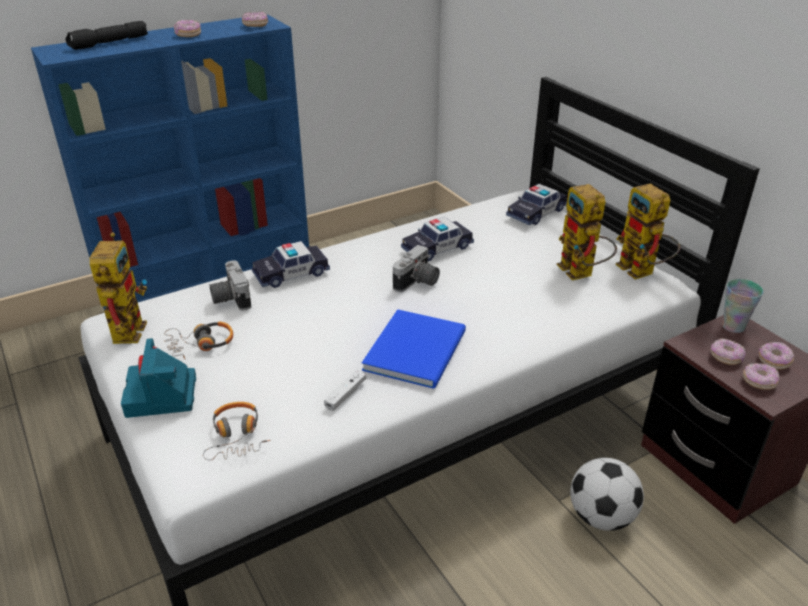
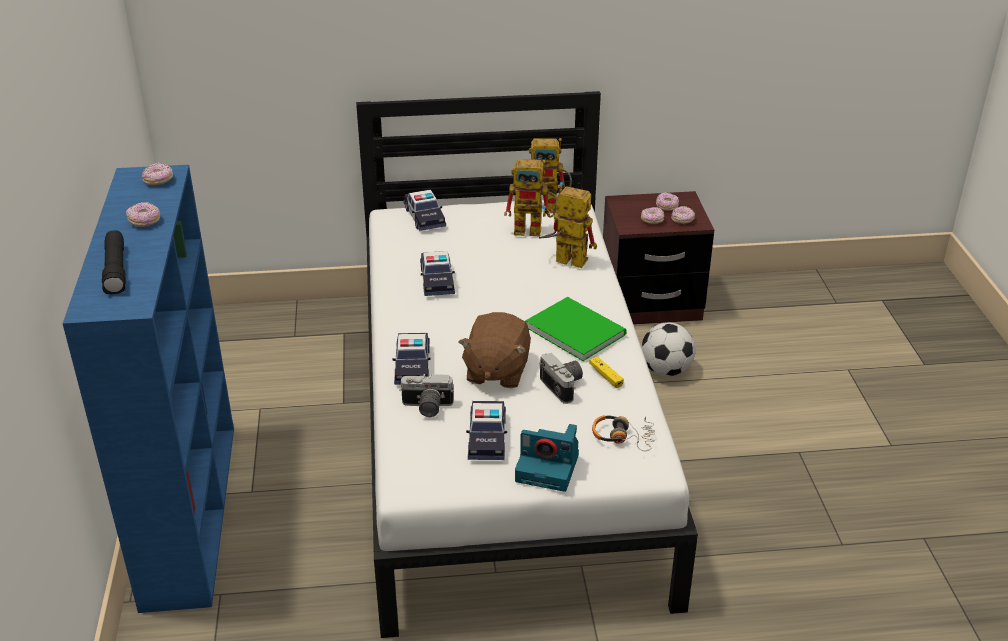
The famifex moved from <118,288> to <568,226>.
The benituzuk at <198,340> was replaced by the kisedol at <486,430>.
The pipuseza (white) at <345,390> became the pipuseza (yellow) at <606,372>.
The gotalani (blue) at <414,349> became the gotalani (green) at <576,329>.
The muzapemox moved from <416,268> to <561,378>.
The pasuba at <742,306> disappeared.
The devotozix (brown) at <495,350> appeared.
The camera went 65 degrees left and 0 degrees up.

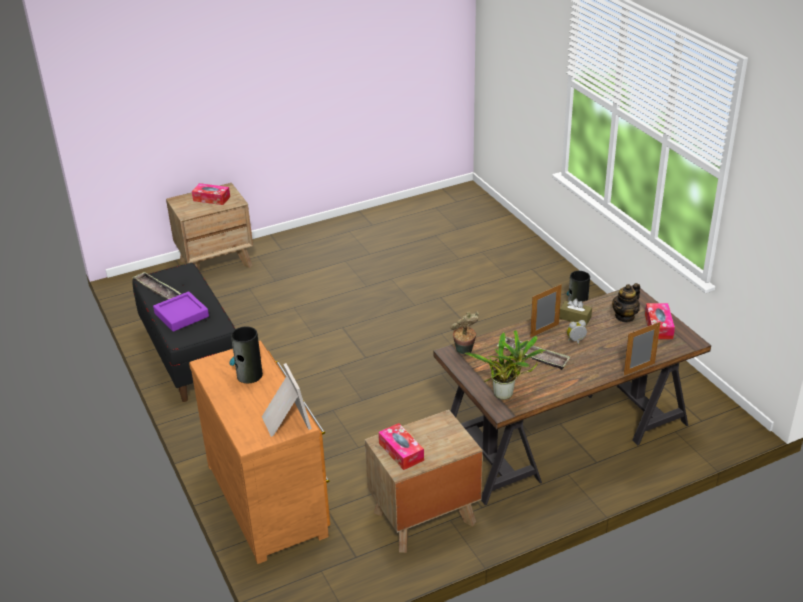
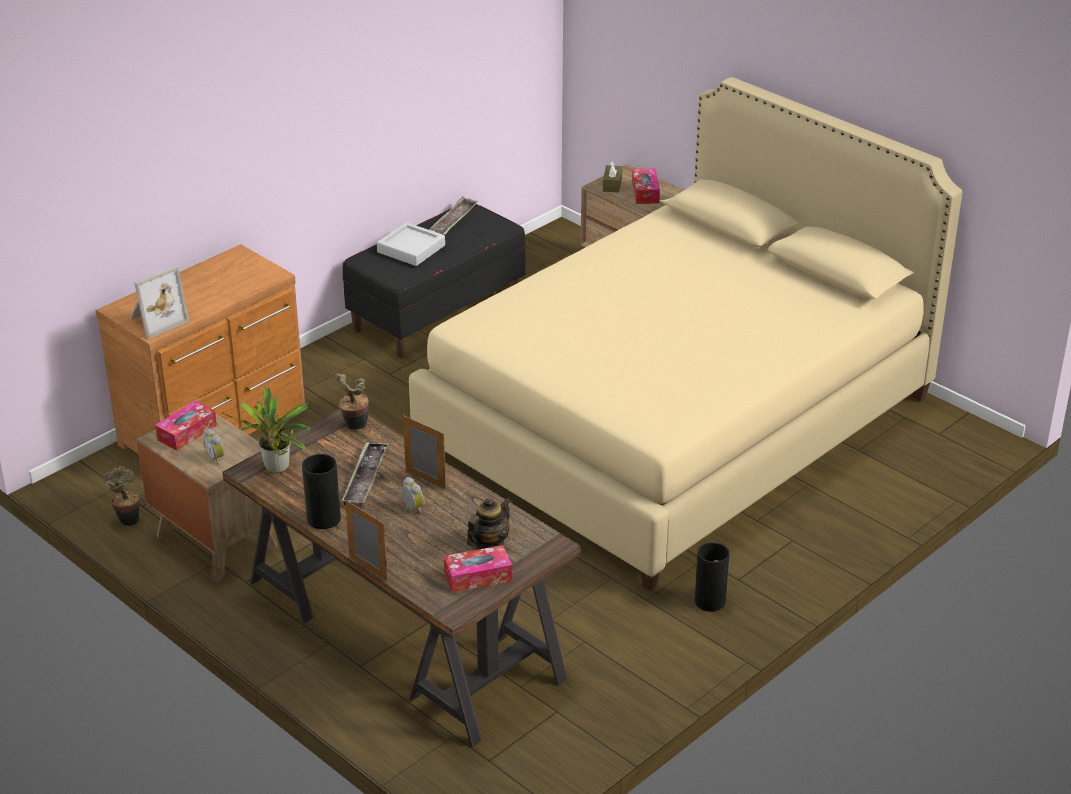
The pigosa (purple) at <181,311> became the pigosa (grey) at <411,244>.
The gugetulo moved from <246,354> to <321,491>.
The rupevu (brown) moved from <575,311> to <612,177>.
The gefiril at <626,303> turned 105 degrees clockwise.
The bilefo at <122,496> appeared.
The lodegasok at <214,446> appeared.
The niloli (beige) at <685,334> appeared.
The camera went 70 degrees right and 0 degrees up.

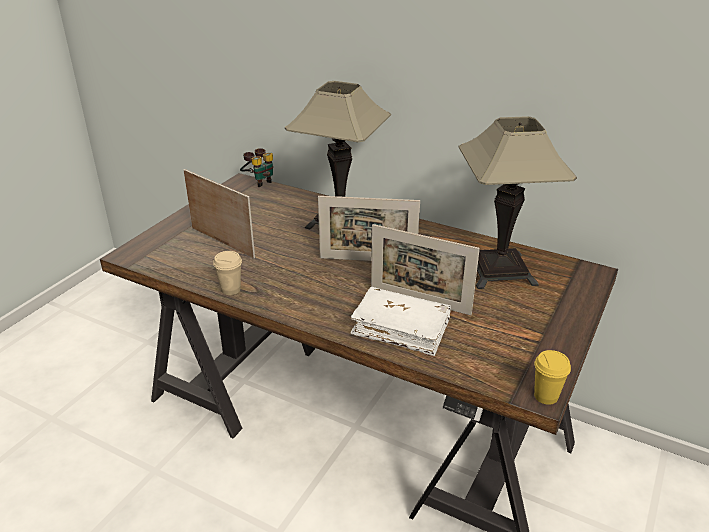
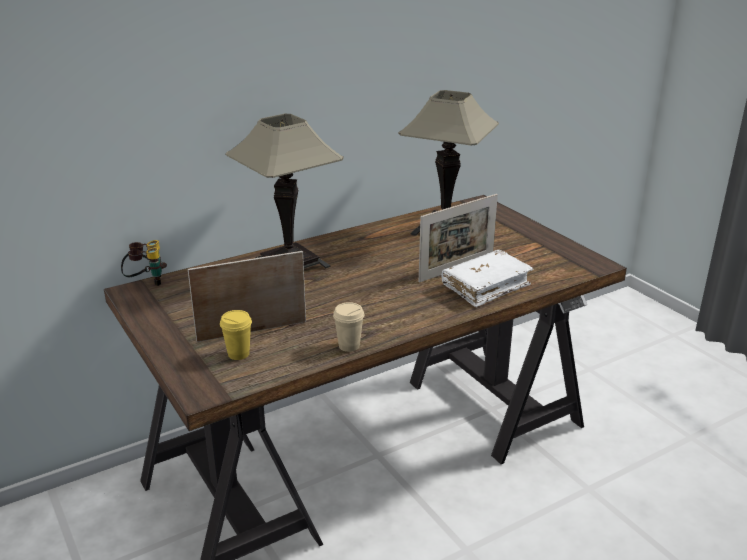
The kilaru at <369,228> disappeared.
The pasuba (yellow) moved from <552,377> to <236,335>.
The camera went 60 degrees left and 5 degrees down.

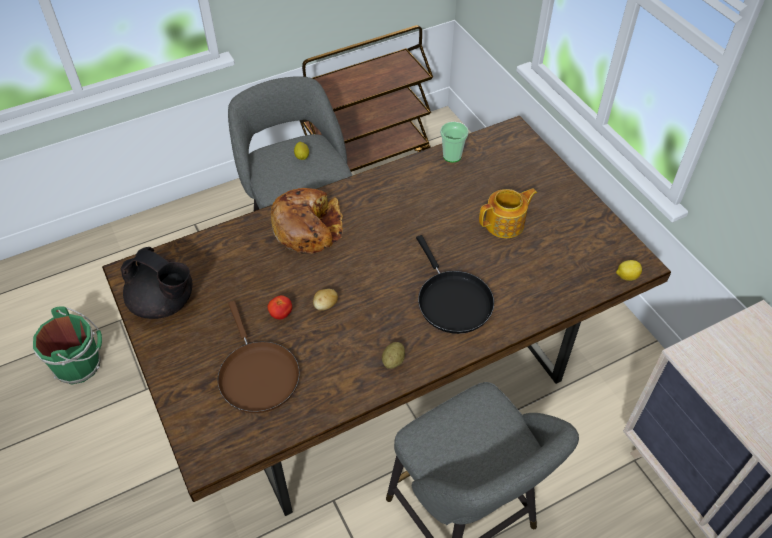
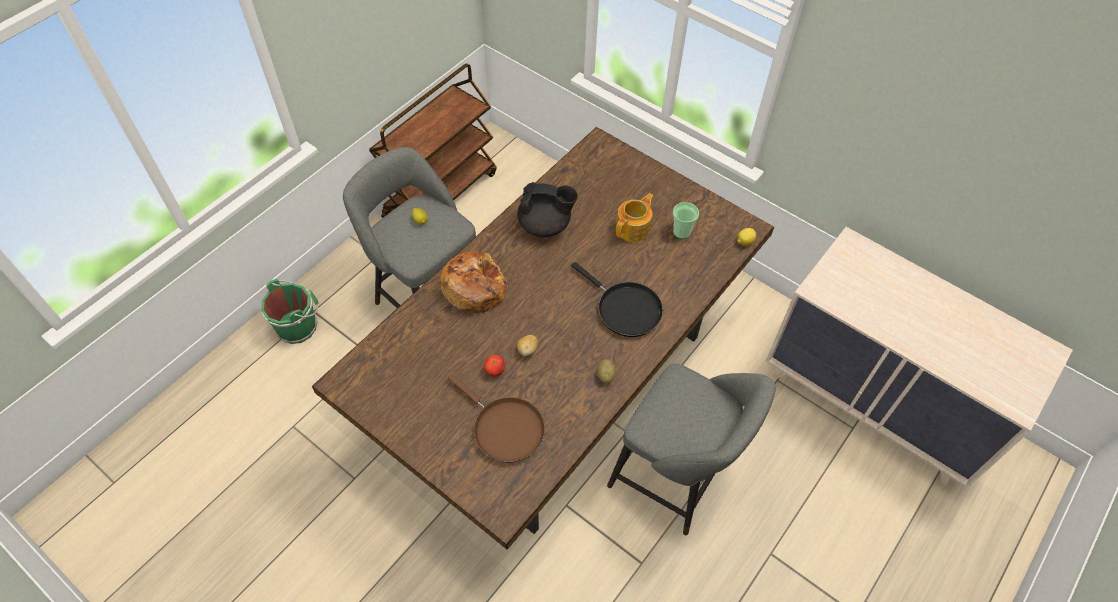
The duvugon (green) moved from <67,345> to <289,311>.
The gefiril (black) moved from <156,283> to <547,209>.
The pasuba moved from <454,142> to <686,220>.
The camera went 25 degrees left and 5 degrees up.

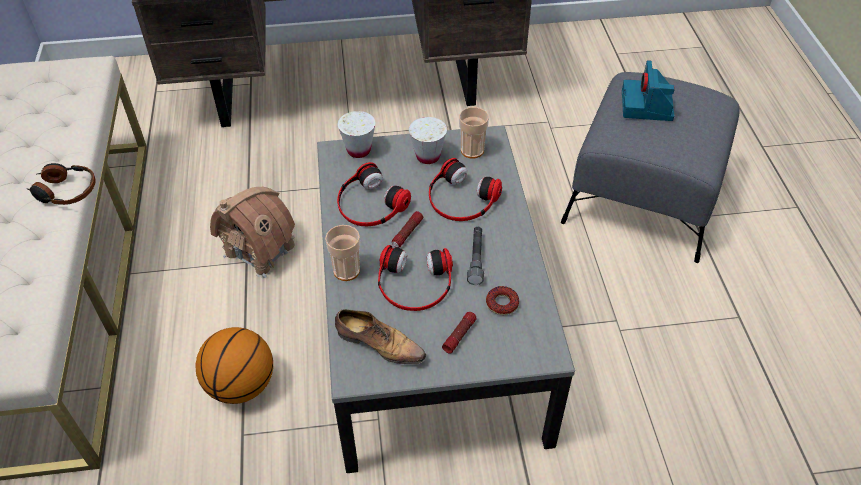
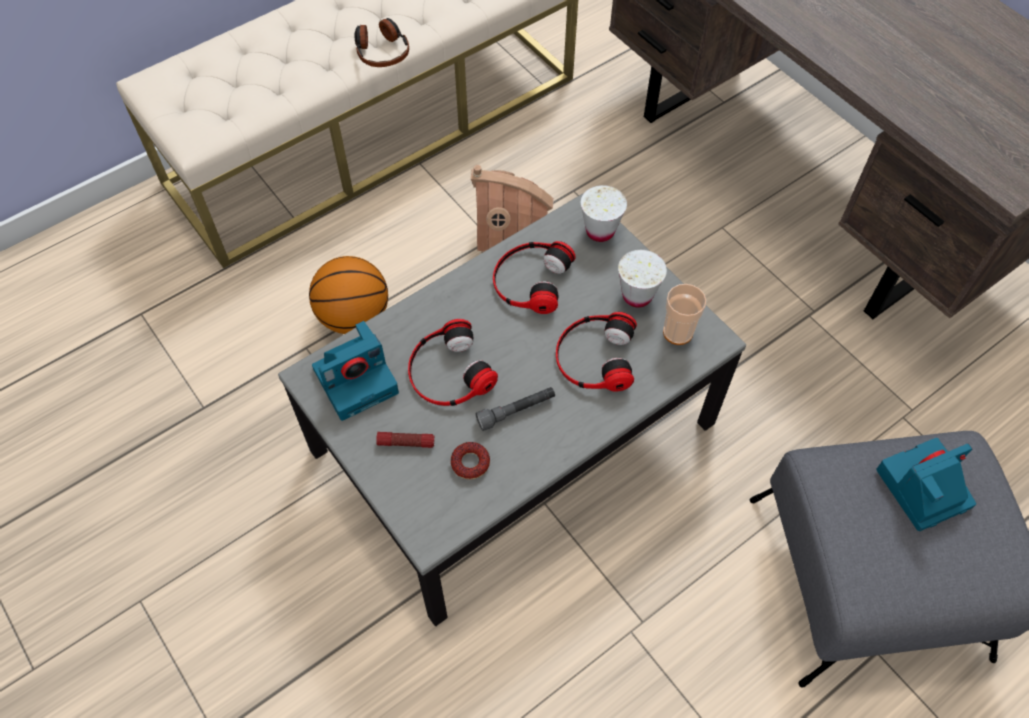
The pasuba at <342,253> disappeared.
The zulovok at <380,336> was replaced by the muzapemox at <355,371>.
The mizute at <407,229> disappeared.
The camera went 60 degrees right and 10 degrees up.

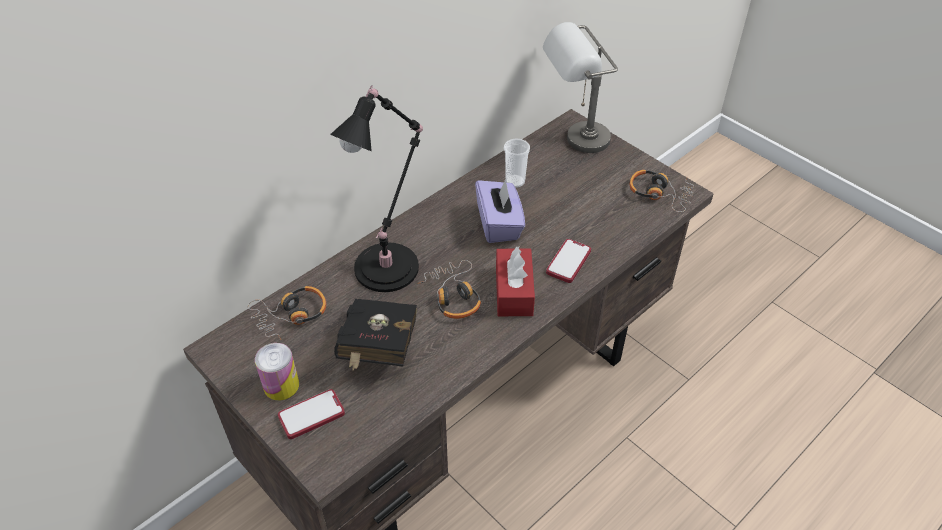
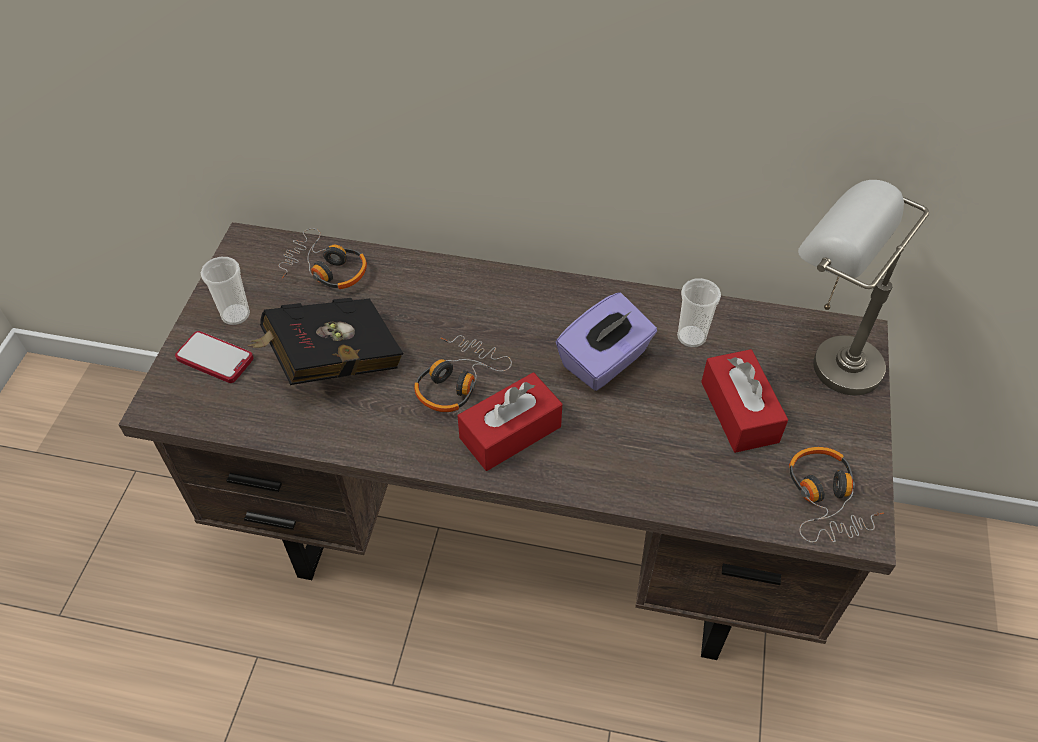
The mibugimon at <277,372> was replaced by the pasuba at <225,291>.
The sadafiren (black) at <376,188> disappeared.
The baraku at <568,261> disappeared.
The rupevu (red) at <744,401> appeared.
The camera went 55 degrees right and 5 degrees up.

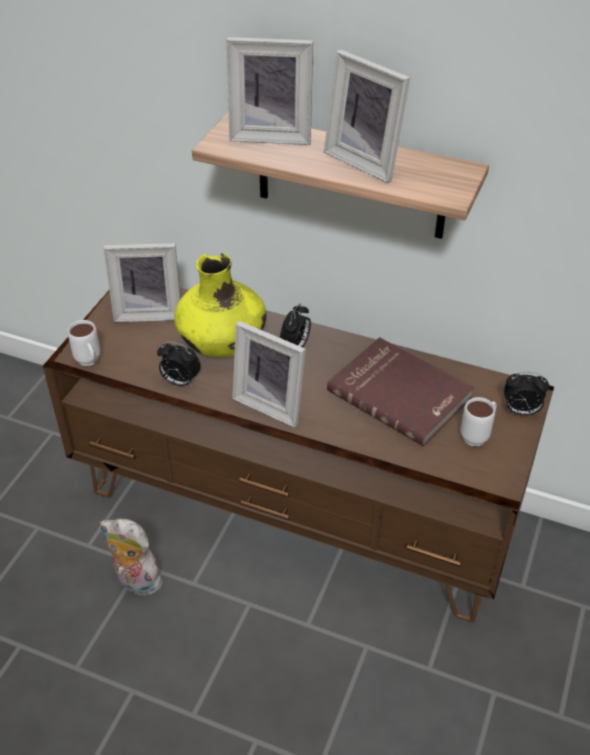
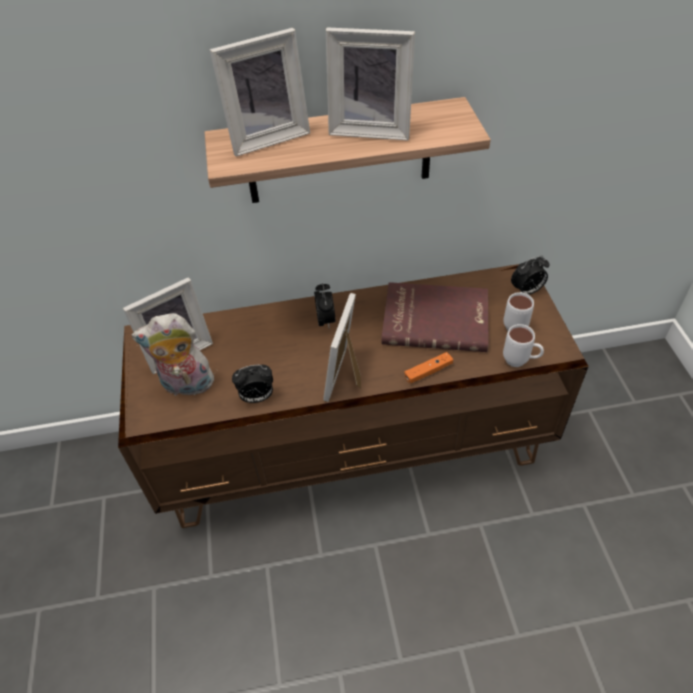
The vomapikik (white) moved from <84,343> to <523,345>.
The devotozix moved from <131,557> to <173,354>.
The gugetulo (yellow) at <220,305> disappeared.
The kilaru at <269,374> turned 105 degrees clockwise.
The pipuseza (orange) at <428,368> appeared.
The camera went 30 degrees left and 5 degrees up.

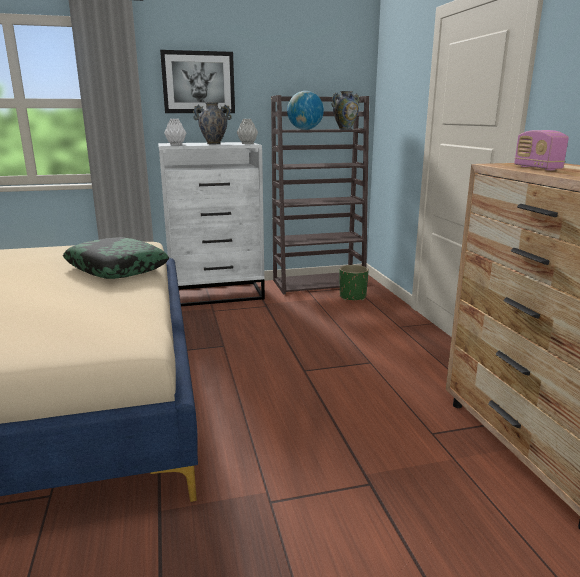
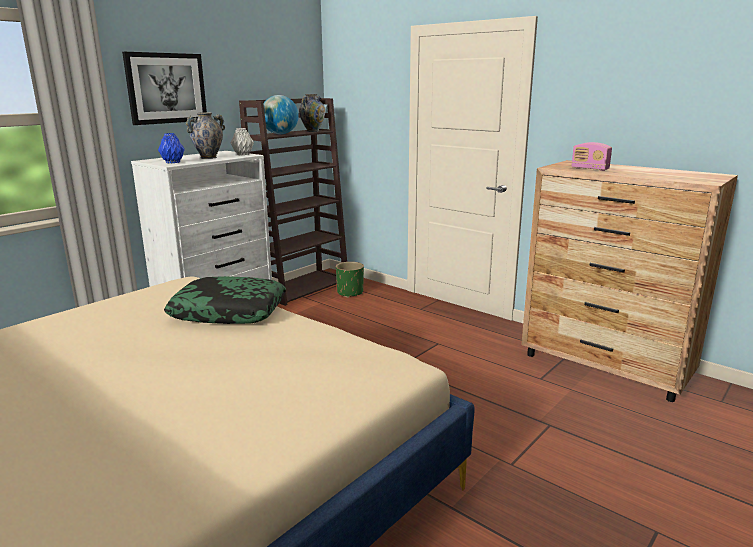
The gugetulo (white) at <175,132> became the gugetulo (blue) at <171,148>.
The camera went 35 degrees left and 0 degrees up.

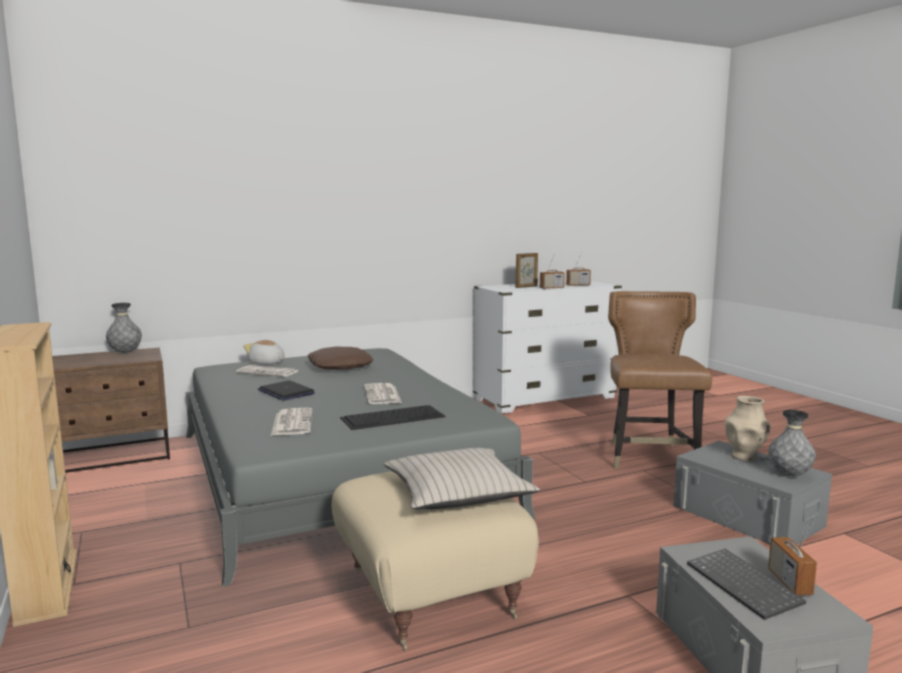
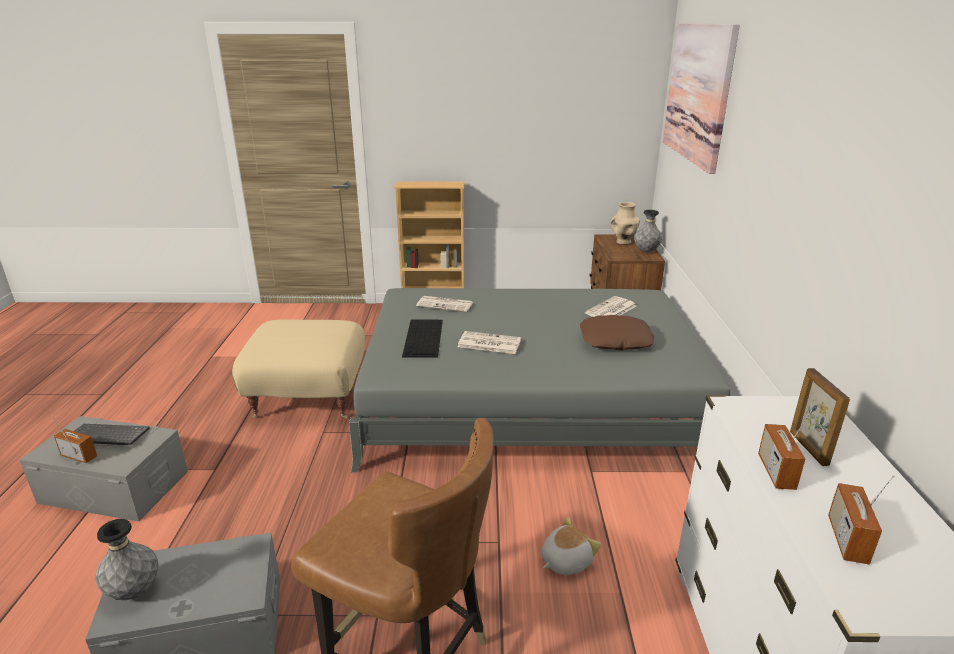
The devotozix moved from <264,352> to <571,546>.
The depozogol at <286,390> disappeared.
The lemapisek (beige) at <462,478> disappeared.
The gugetulo (beige) moved from <748,428> to <625,223>.
The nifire at <701,98> appeared.
The camera went 115 degrees right and 15 degrees up.

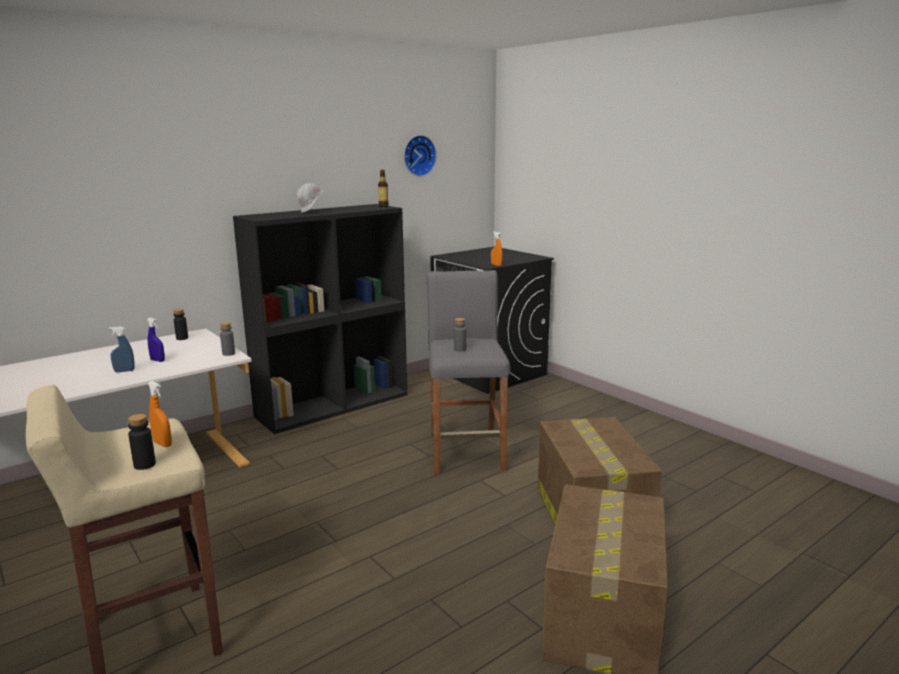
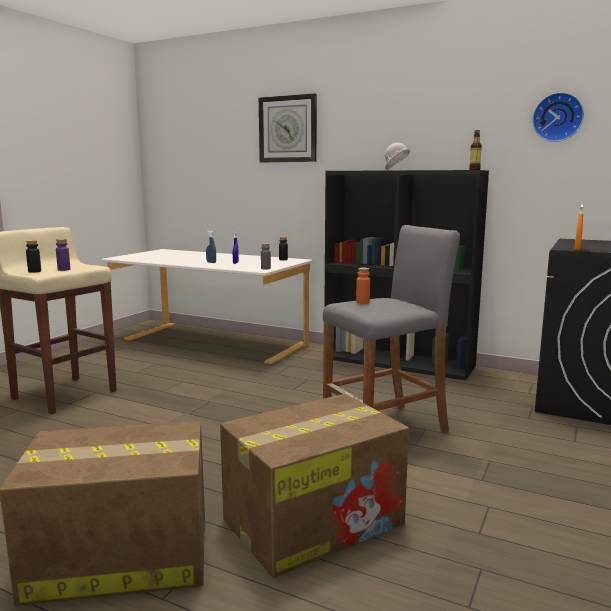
The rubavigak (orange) at <160,414> was replaced by the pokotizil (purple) at <63,255>.
The pokotizil (grey) at <460,334> became the pokotizil (orange) at <363,286>.
The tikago at <288,127> appeared.
The camera went 65 degrees right and 5 degrees down.

